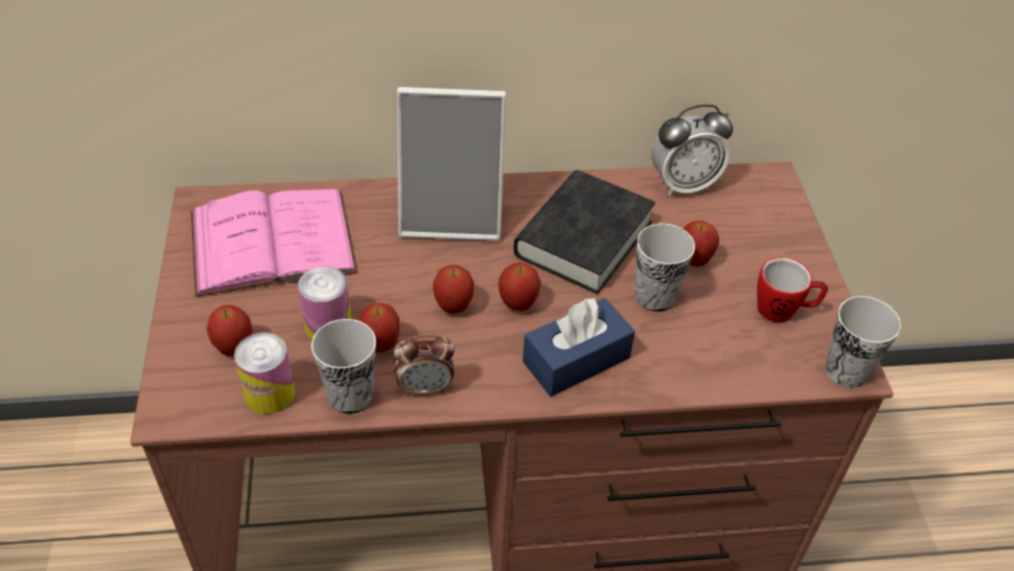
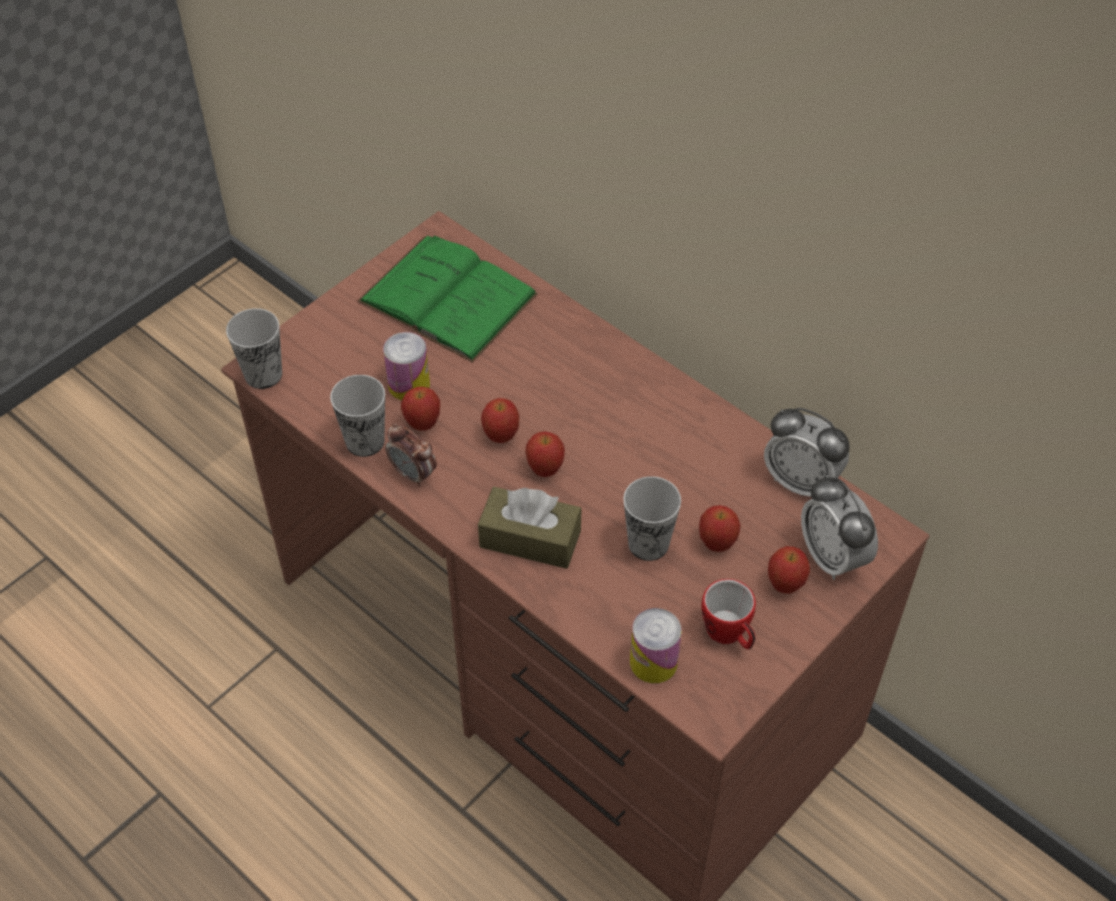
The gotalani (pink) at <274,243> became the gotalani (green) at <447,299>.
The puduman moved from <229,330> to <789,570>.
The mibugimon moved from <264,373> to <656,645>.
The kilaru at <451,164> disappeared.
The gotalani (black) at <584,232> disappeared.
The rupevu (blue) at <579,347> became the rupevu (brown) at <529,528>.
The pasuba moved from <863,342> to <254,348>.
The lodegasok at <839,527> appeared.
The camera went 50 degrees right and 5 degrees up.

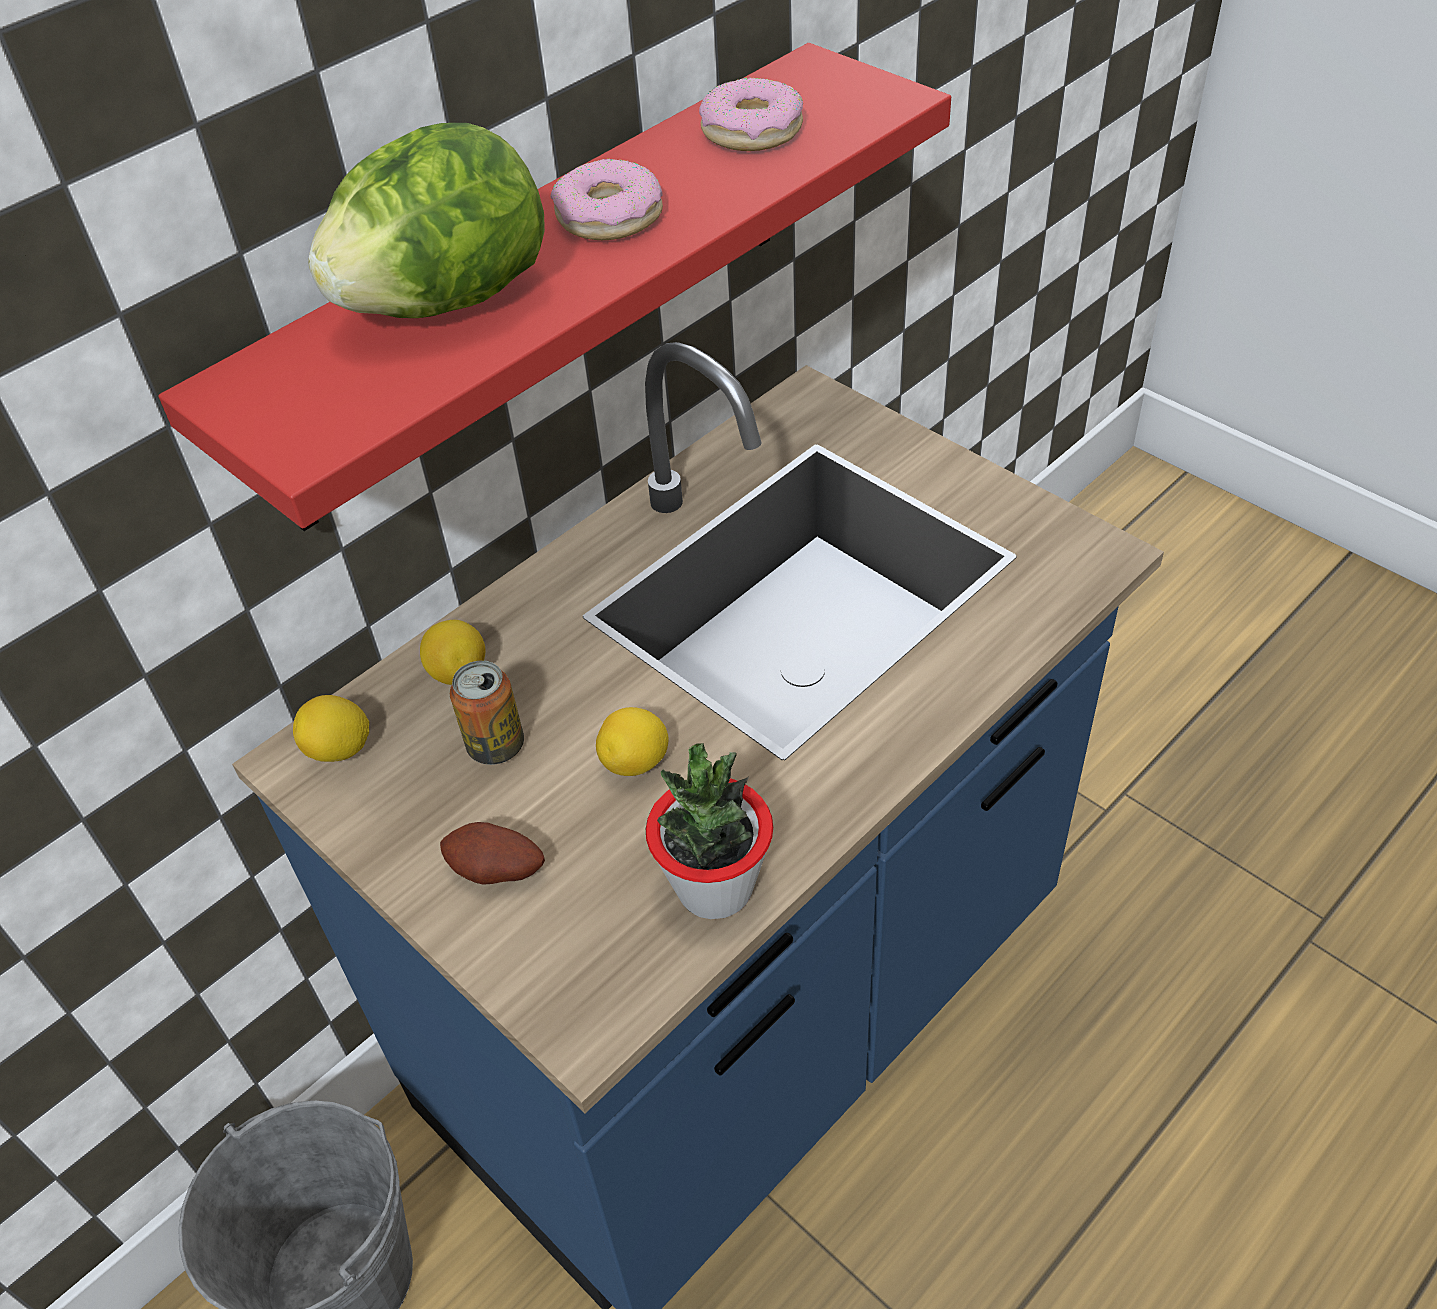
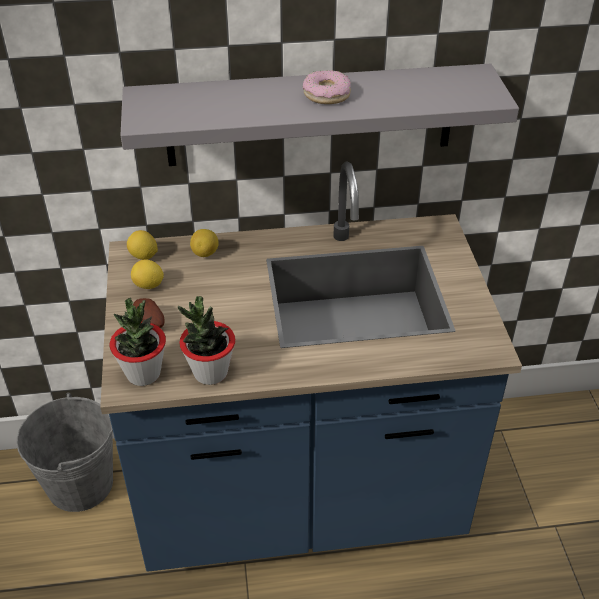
The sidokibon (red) at <555,287> became the sidokibon (grey) at <319,114>.
The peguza at <426,220> disappeared.
The mibugimon at <487,713> disappeared.
The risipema moved from <632,741> to <147,274>.
The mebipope at <751,114> disappeared.
The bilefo at <137,342> appeared.
The camera went 35 degrees right and 5 degrees down.

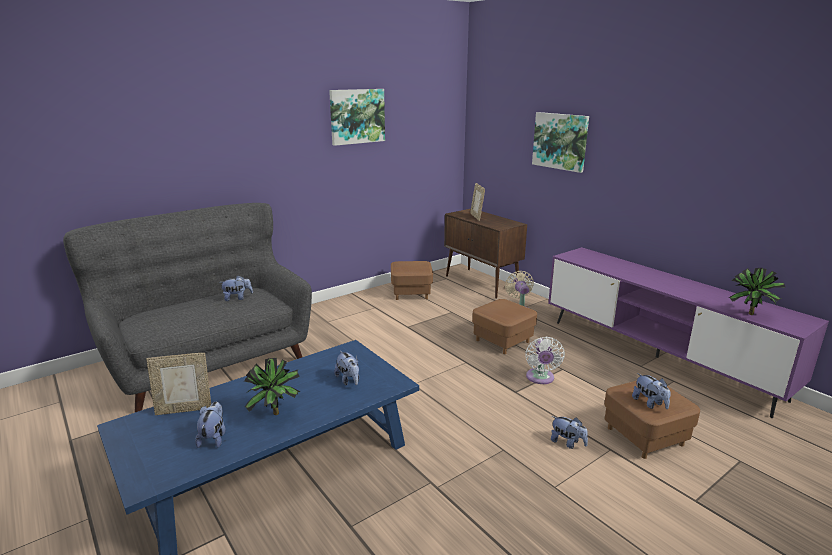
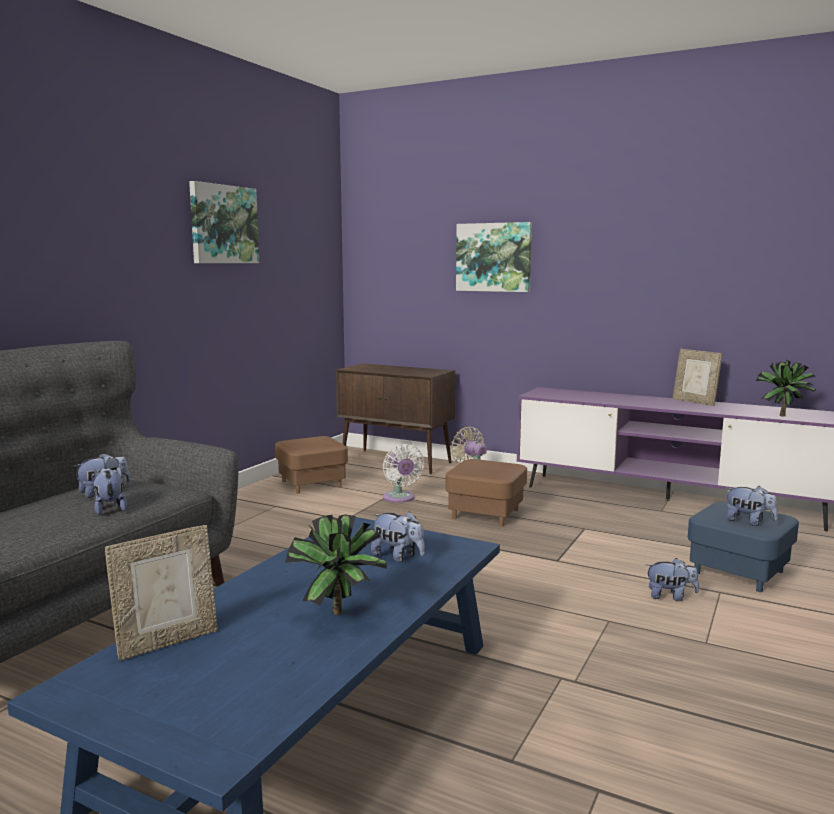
The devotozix moved from <210,425> to <110,491>.
The kilaru moved from <477,202> to <698,377>.
The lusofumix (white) moved from <545,360> to <403,473>.
The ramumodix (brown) at <652,419> became the ramumodix (blue) at <743,547>.
The camera went 25 degrees left and 10 degrees down.

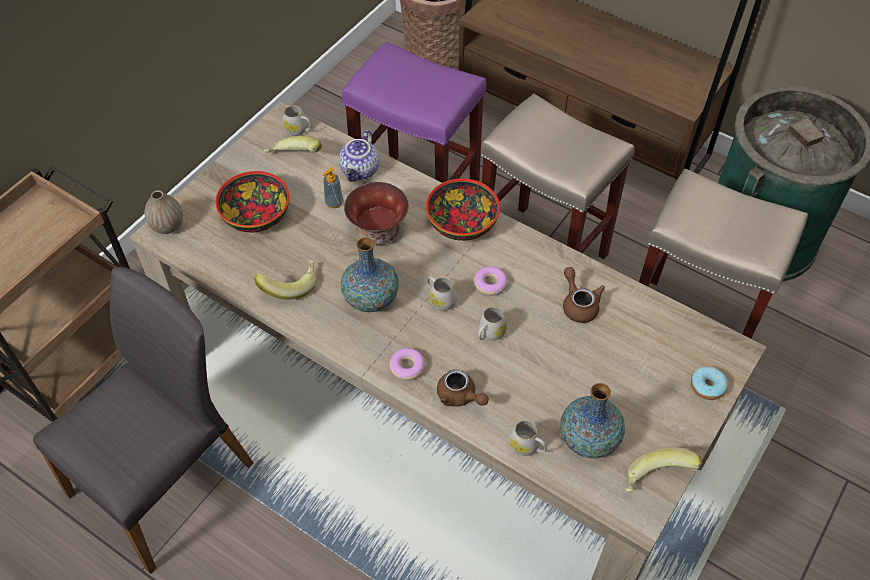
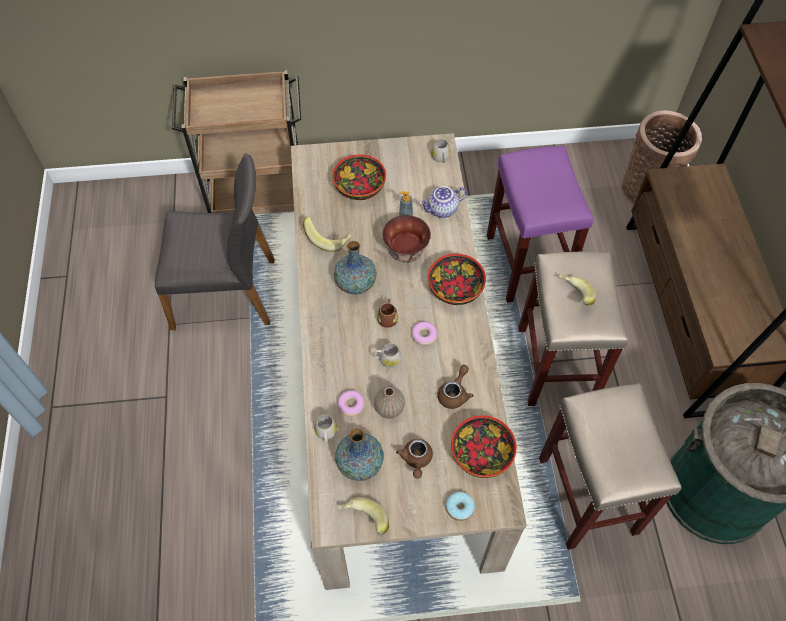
The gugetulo moved from <164,212> to <389,402>.
The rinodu moved from <293,144> to <578,290>.
The mebipope moved from <407,364> to <351,403>.
The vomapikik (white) at <442,293> became the vomapikik (brown) at <387,313>.
The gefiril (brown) moved from <463,388> to <414,459>.
The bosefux at <484,446> appeared.
The camera went 50 degrees right and 5 degrees up.

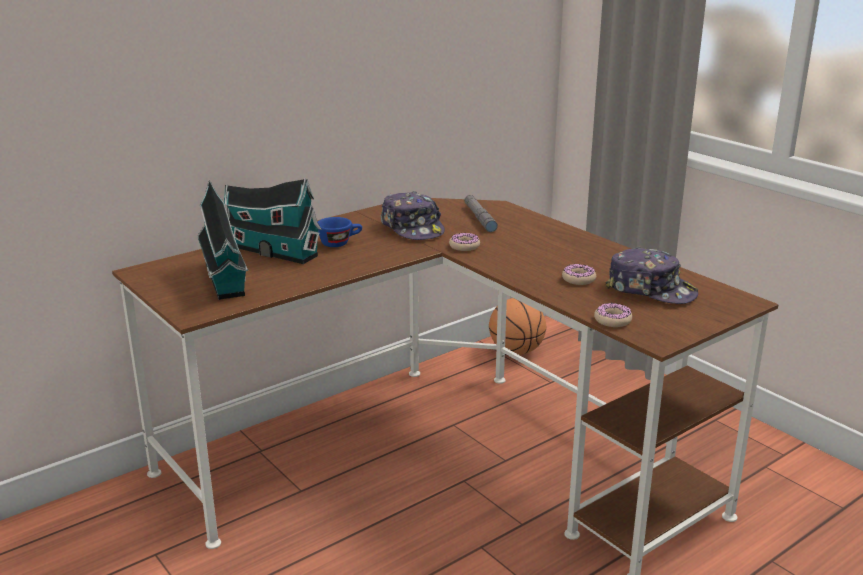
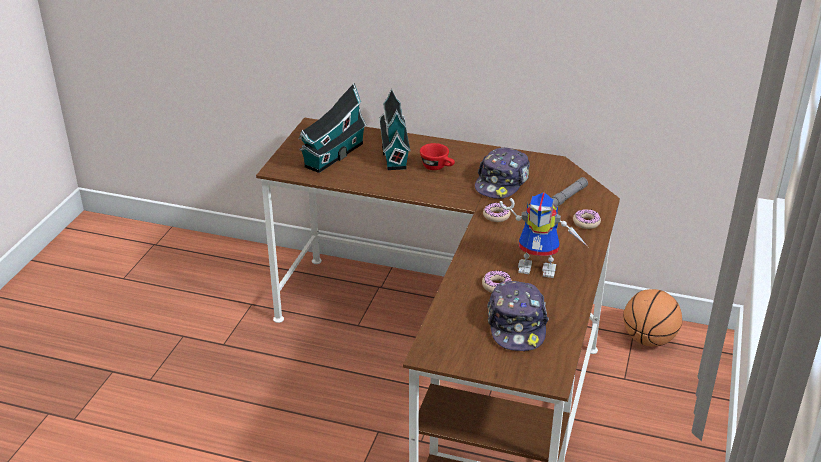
The pasuba (blue) at <339,232> became the pasuba (red) at <437,156>.
The mebipope moved from <613,315> to <587,219>.
The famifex at <544,235> appeared.
The camera went 55 degrees right and 10 degrees up.

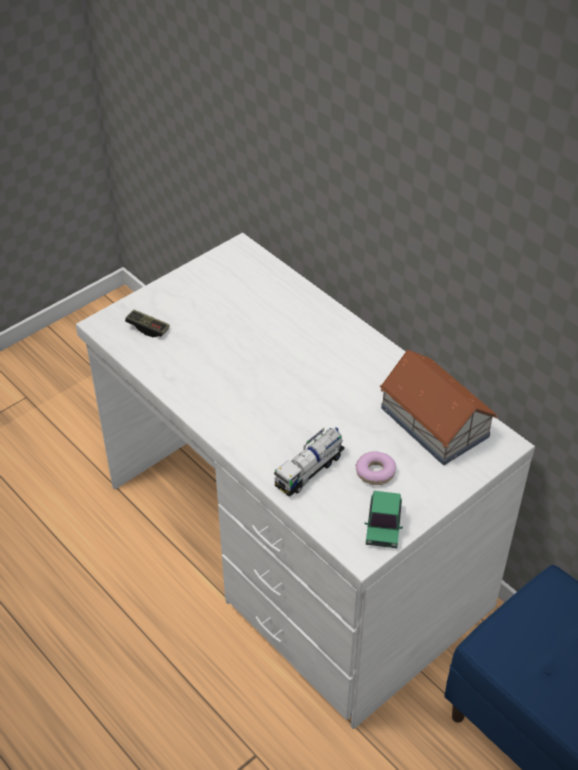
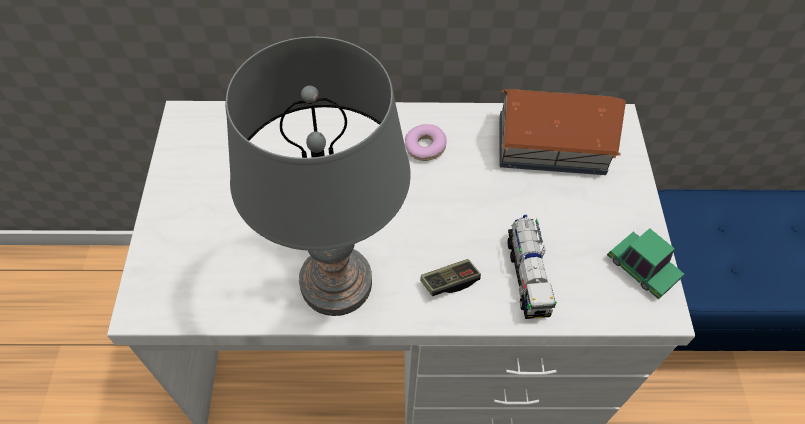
The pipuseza moved from <147,323> to <450,277>.
The mebipope moved from <376,468> to <426,142>.
The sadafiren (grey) at <318,176> appeared.
The camera went 50 degrees left and 10 degrees up.

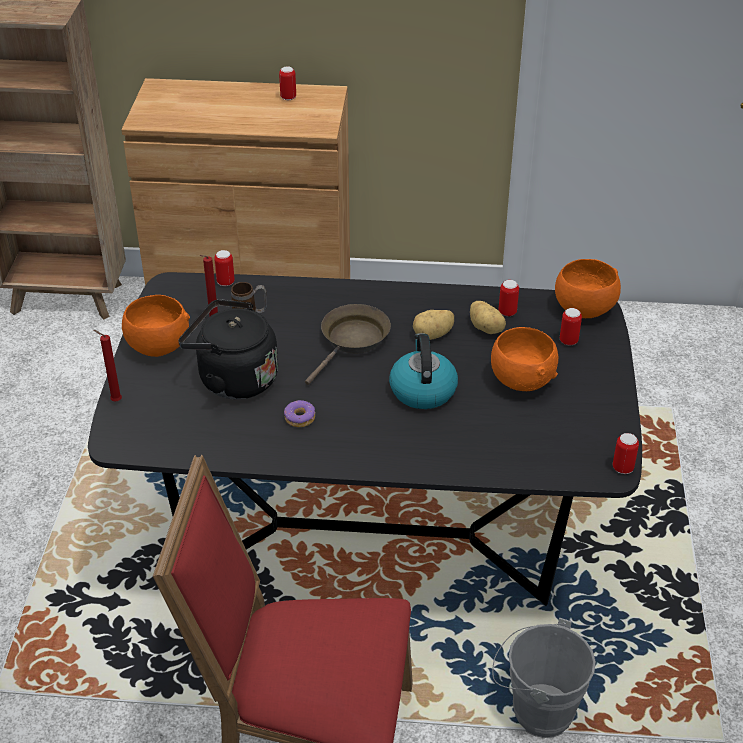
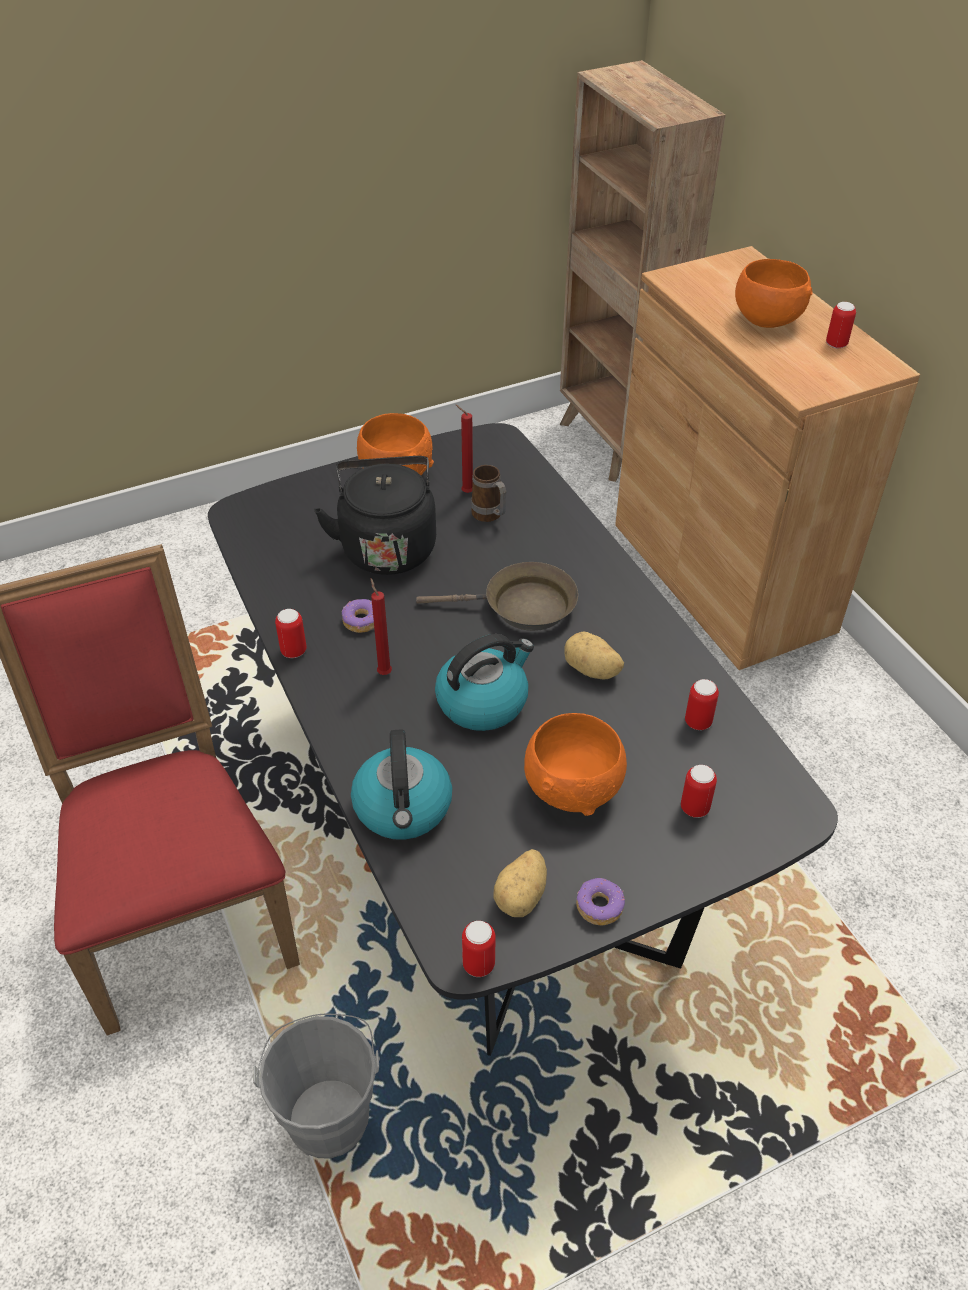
The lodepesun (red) moved from <107,365> to <381,626>.
The mibugimon moved from <224,268> to <291,633>.
The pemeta moved from <488,317> to <520,883>.
The bosefux (orange) moved from <588,288> to <774,293>.
The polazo at <401,784> appeared.
The mebipope at <600,901> appeared.
The camera went 60 degrees right and 5 degrees up.

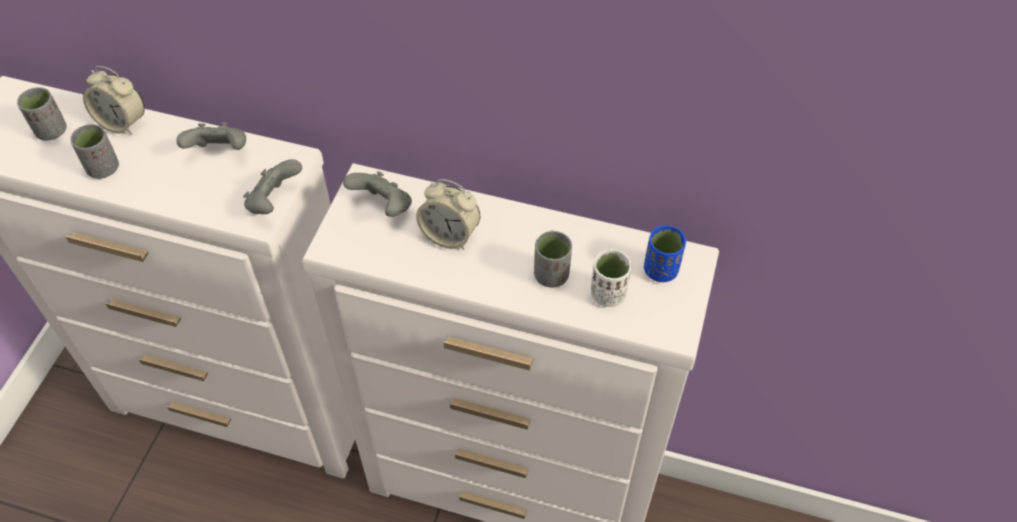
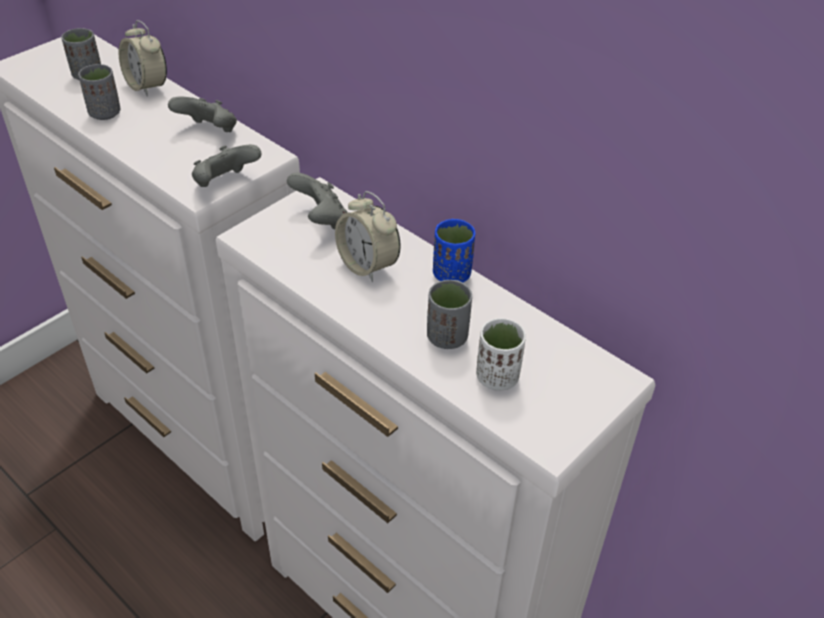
The pasuba (blue) moved from <665,253> to <454,250>.
The camera went 25 degrees right and 10 degrees down.

